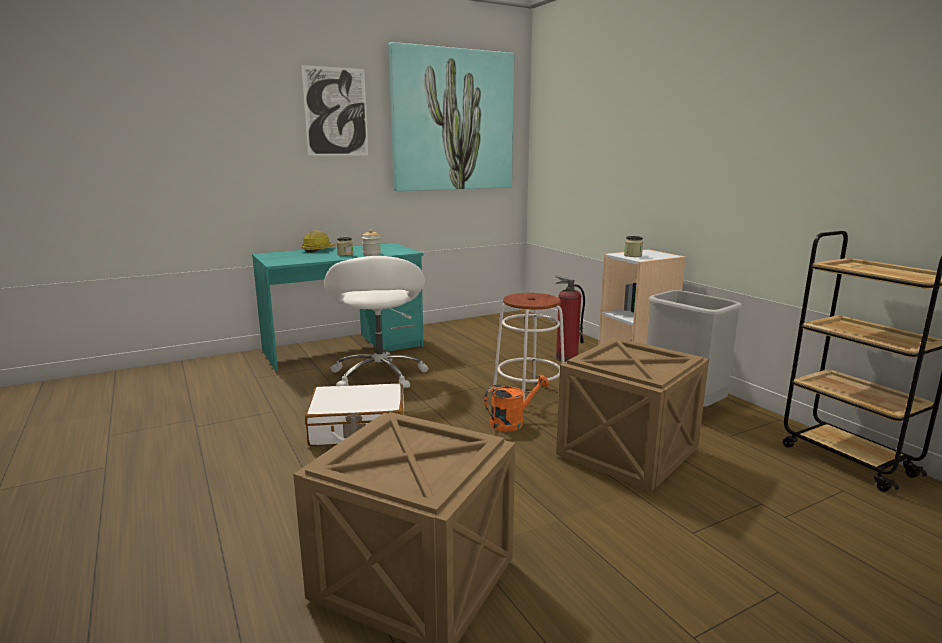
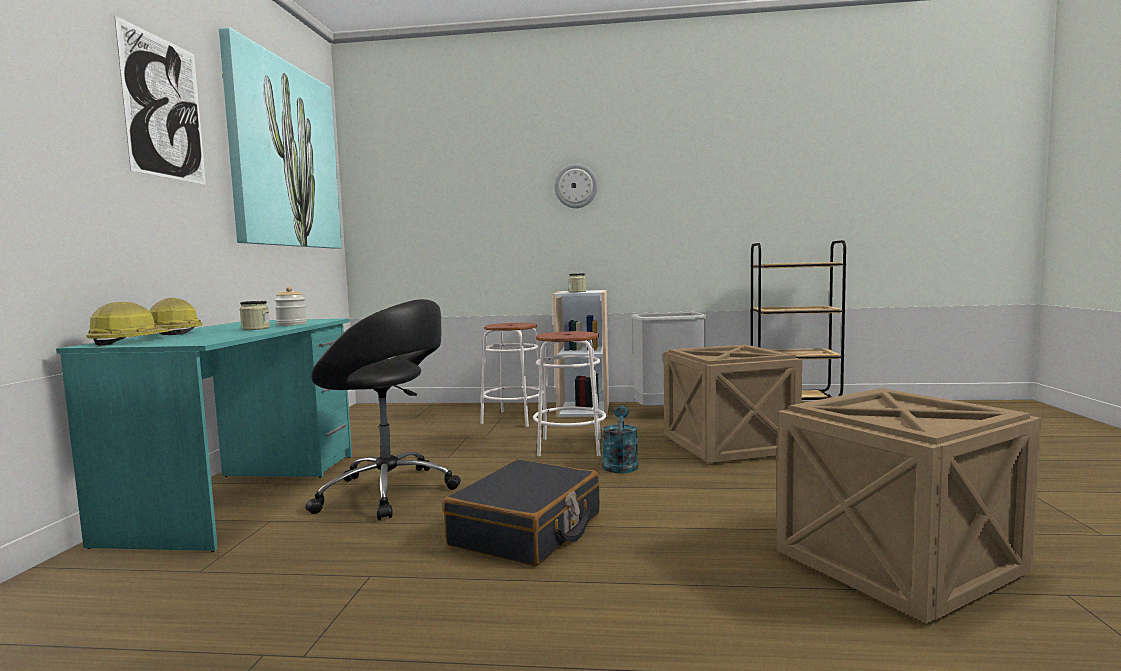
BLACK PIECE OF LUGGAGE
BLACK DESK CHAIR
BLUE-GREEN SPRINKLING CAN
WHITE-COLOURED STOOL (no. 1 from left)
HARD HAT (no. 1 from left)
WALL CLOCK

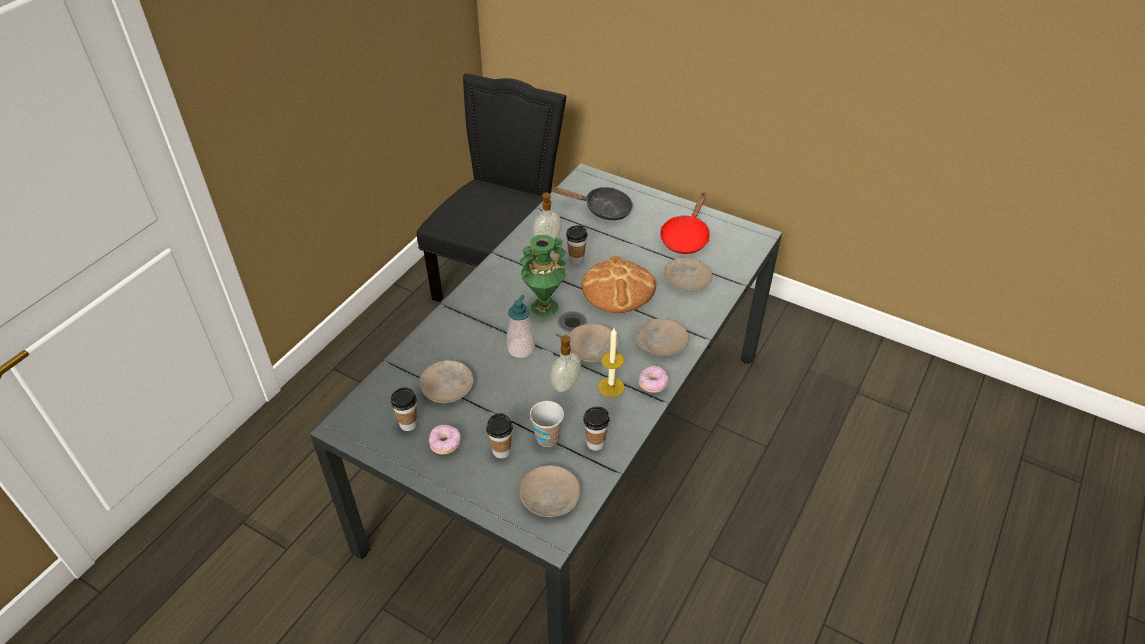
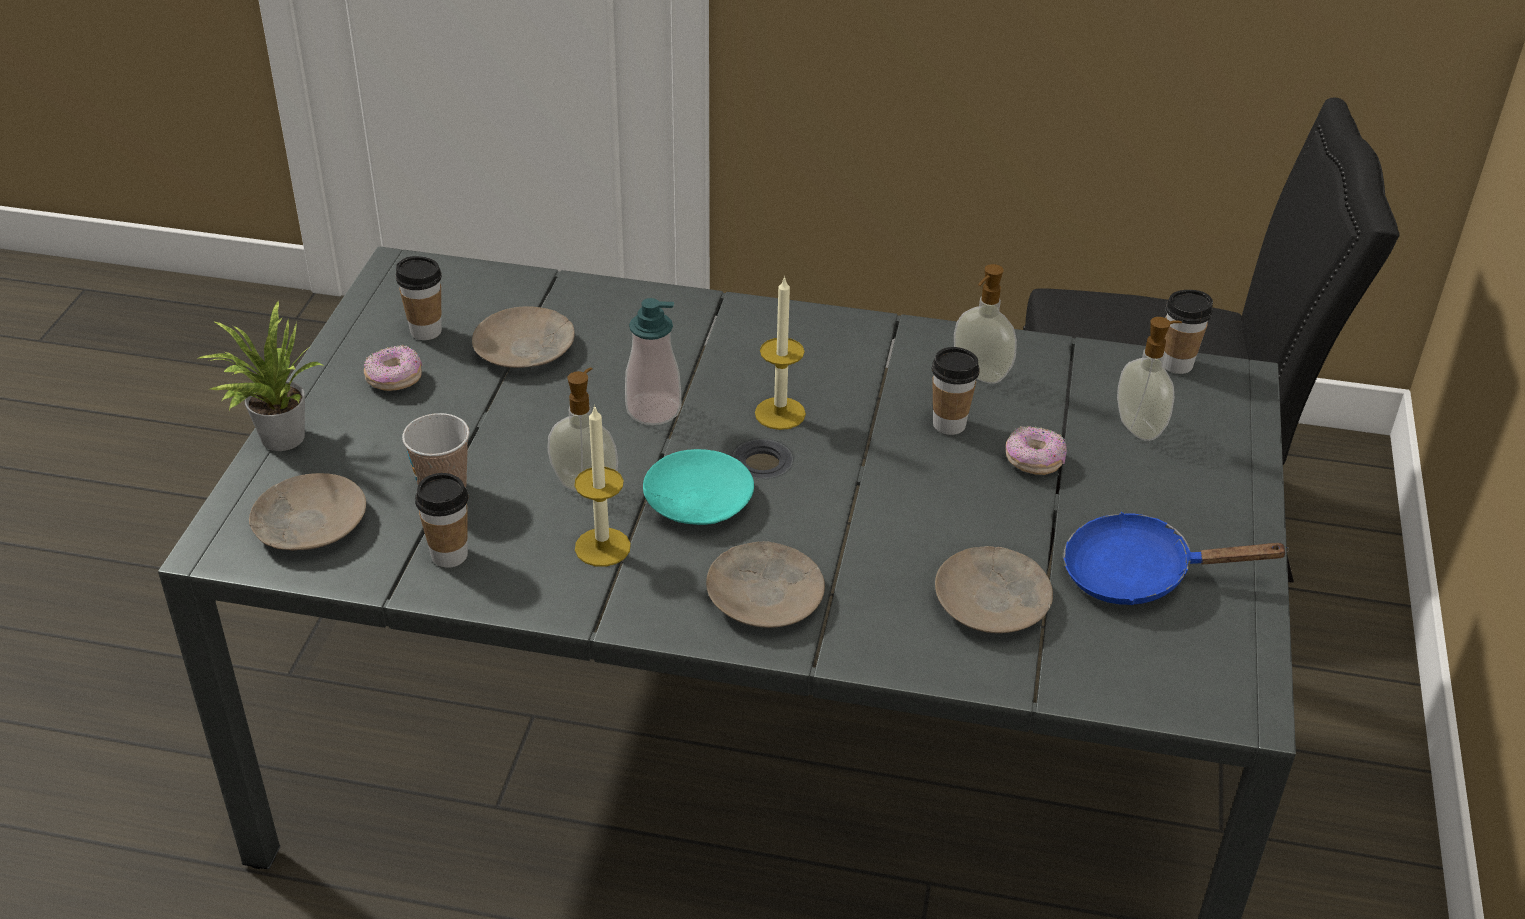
SMALL CUP (no. 5 from left)
CANDLE (no. 2 from left)
SOAP DISPENSER (no. 4 from left)
BLUE-GREEN FLAT DISH
BREAD
DONUT (no. 2 from left)
BLUISH FRYING PAN
POTTED PLANT

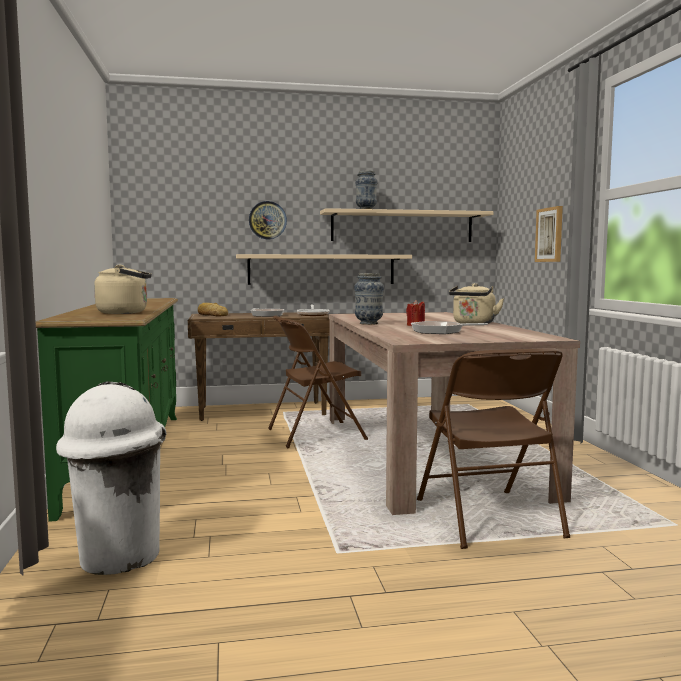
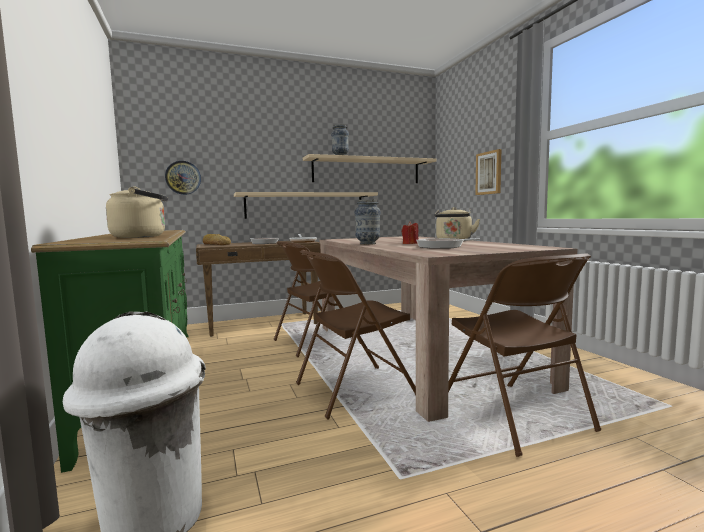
WALL CLOCK
BROWN-COLOURED UPRIGHT CHAIR (no. 2 from left)

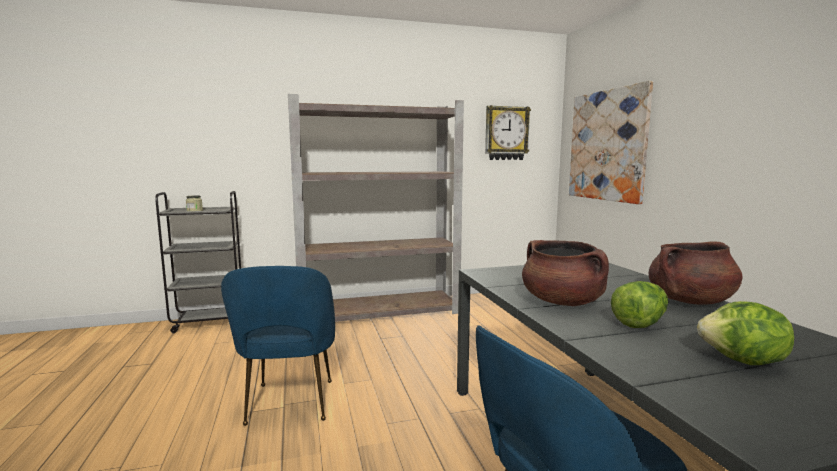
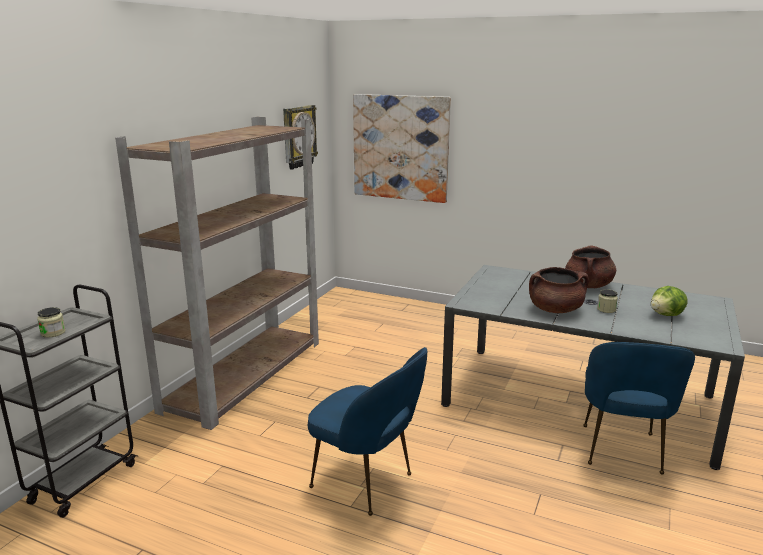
PRESERVE JAR (no. 2 from left)

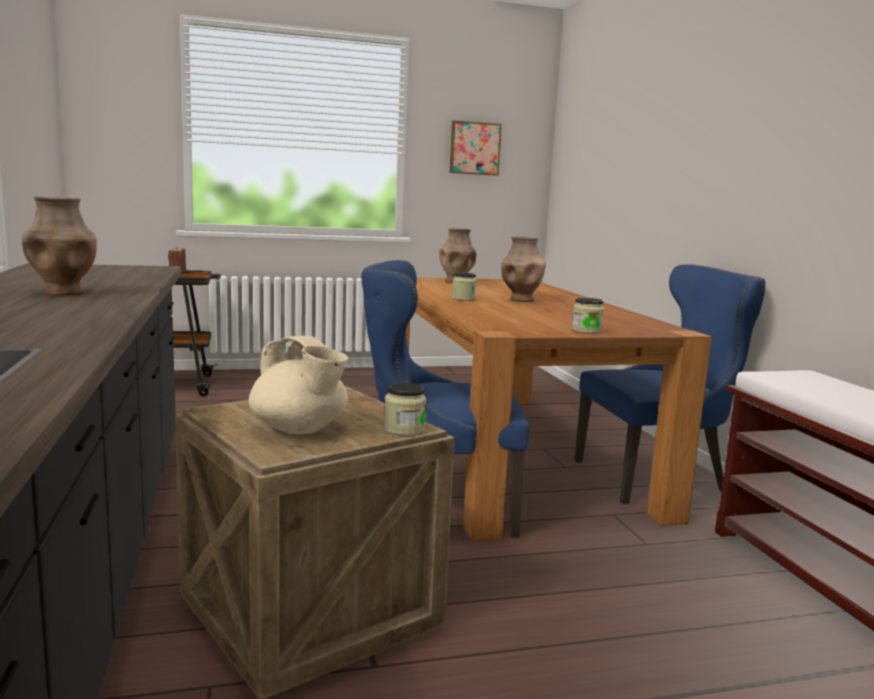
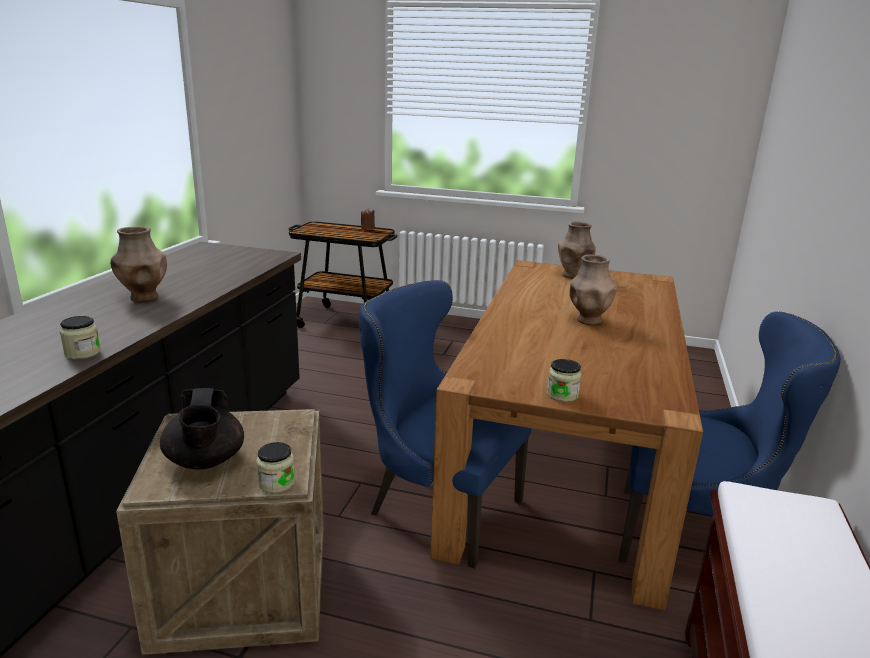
BLACK POT FOR TEA
WALL PICTURE
PRESERVE JAR (no. 1 from left)

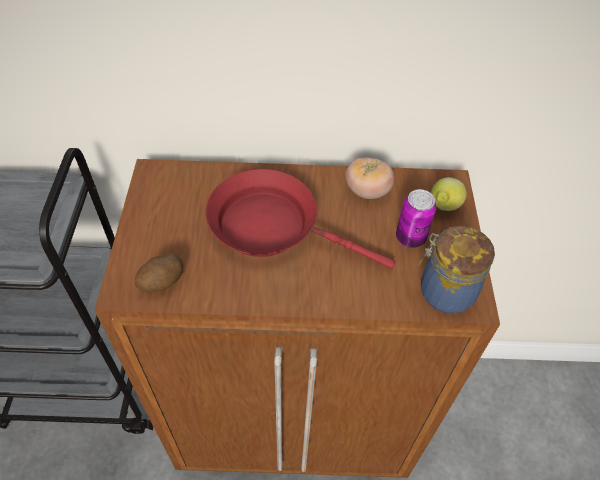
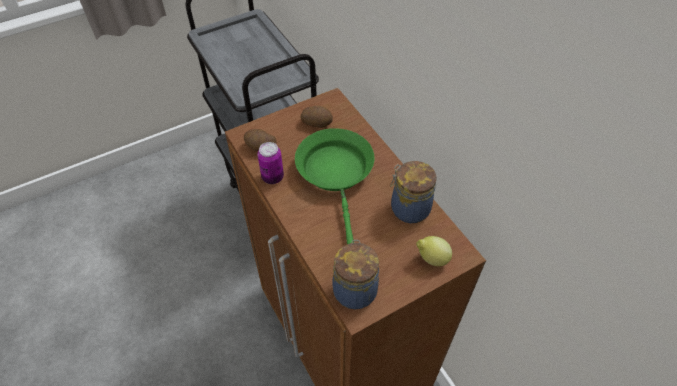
GREEN-COLOURED FRYING PAN
PRESERVE JAR (no. 2 from left)
METAL CAN
POTATO (no. 2 from left)

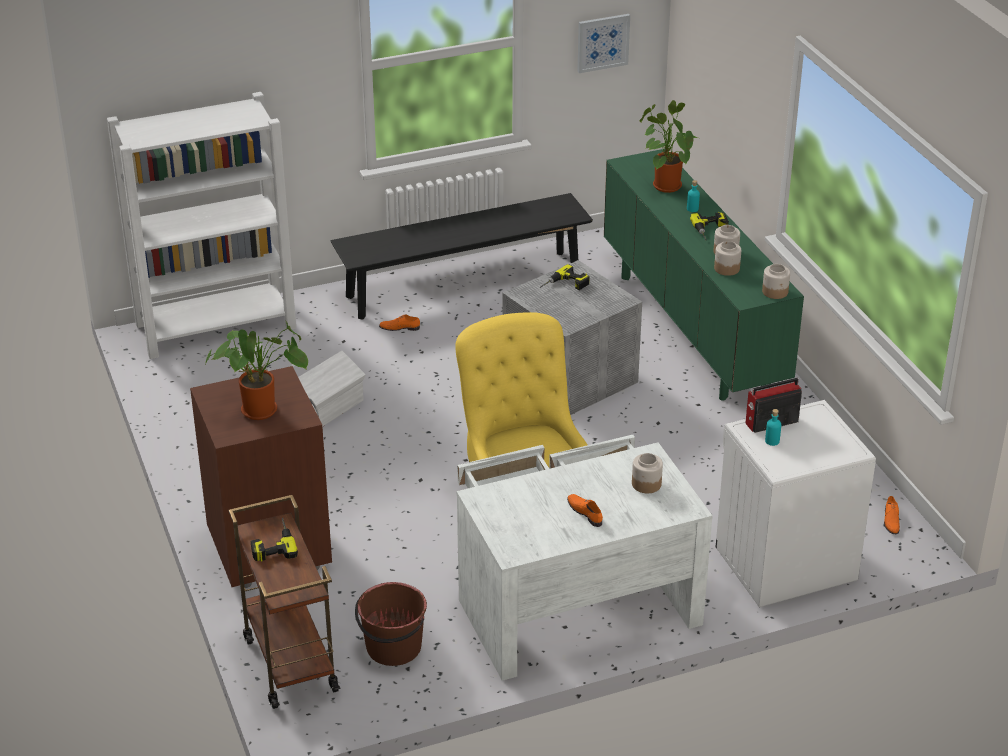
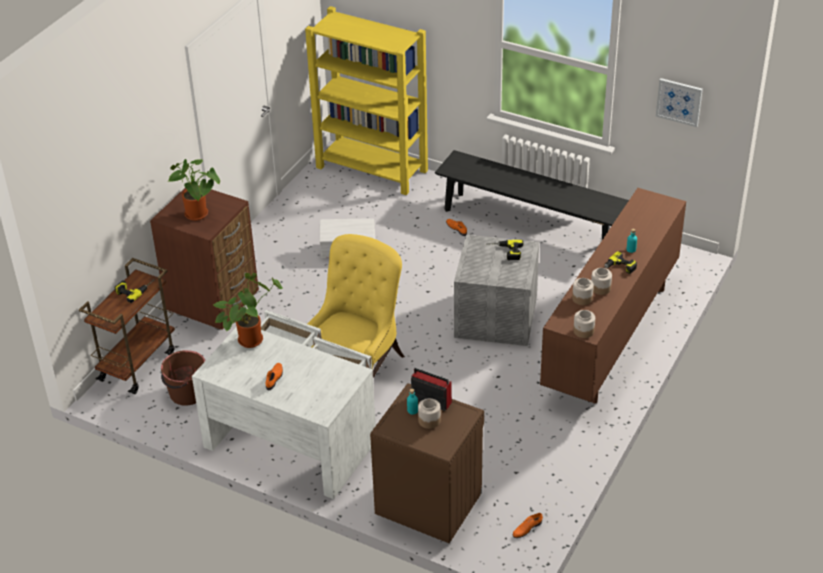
YELLOWISH SHELVING UNIT
BROWN-COLOURED CABINET
PRESERVE JAR (no. 1 from left)
POTTED PLANT (no. 2 from left)
BROWN-COLOURED WASHING MACHINE

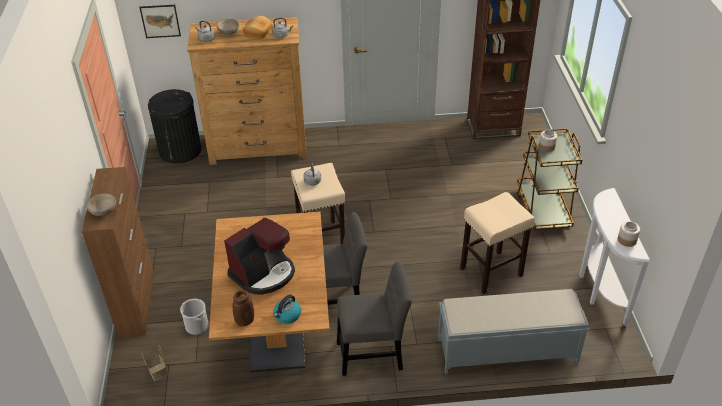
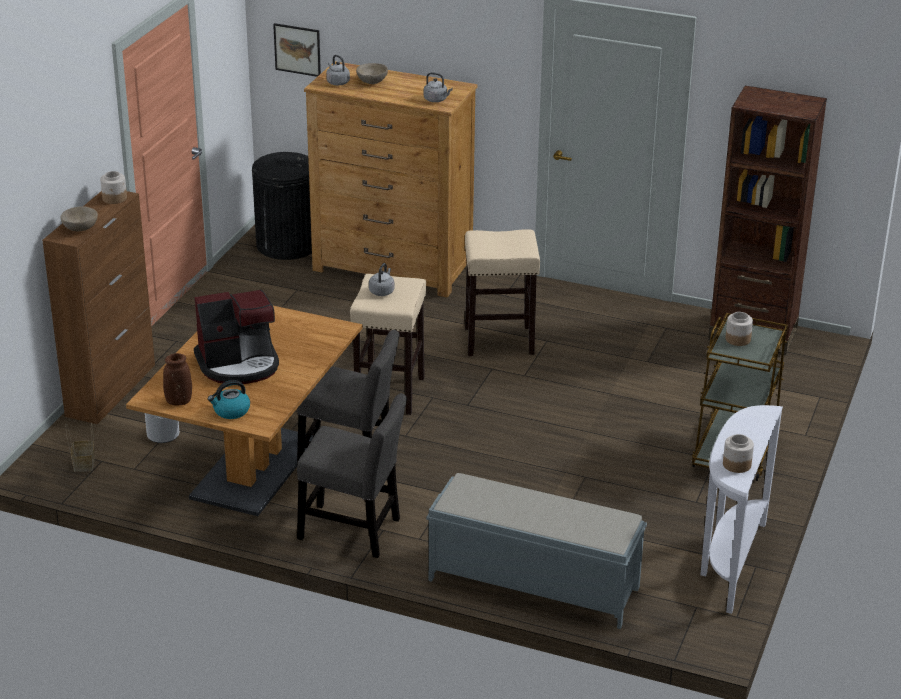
BREAD
SAND-COLOURED STOOL (no. 2 from left)
PRESERVE JAR (no. 1 from left)

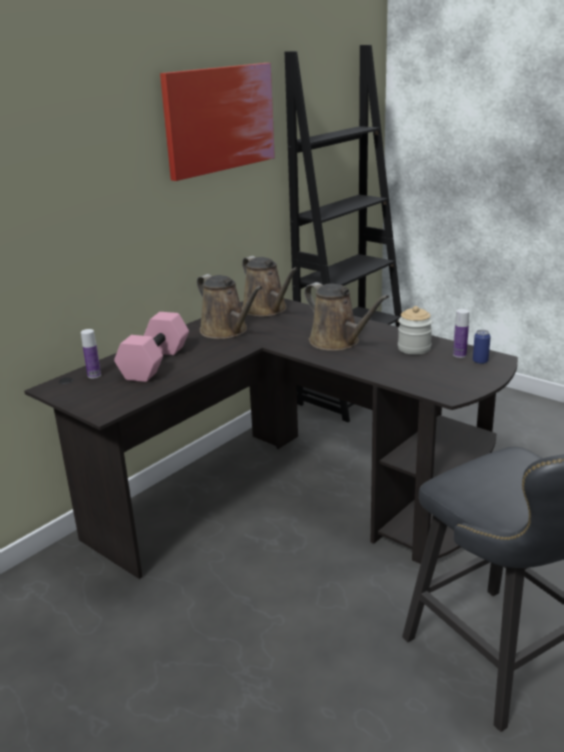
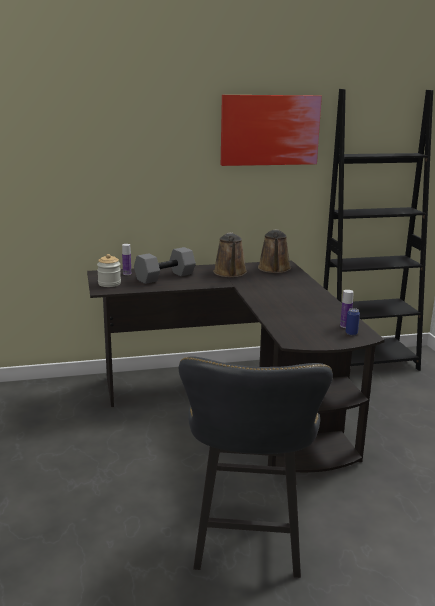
GREYISH HAND WEIGHT
BROWN-COLOURED SPRINKLING CAN (no. 3 from left in the first image)
PRESERVE JAR

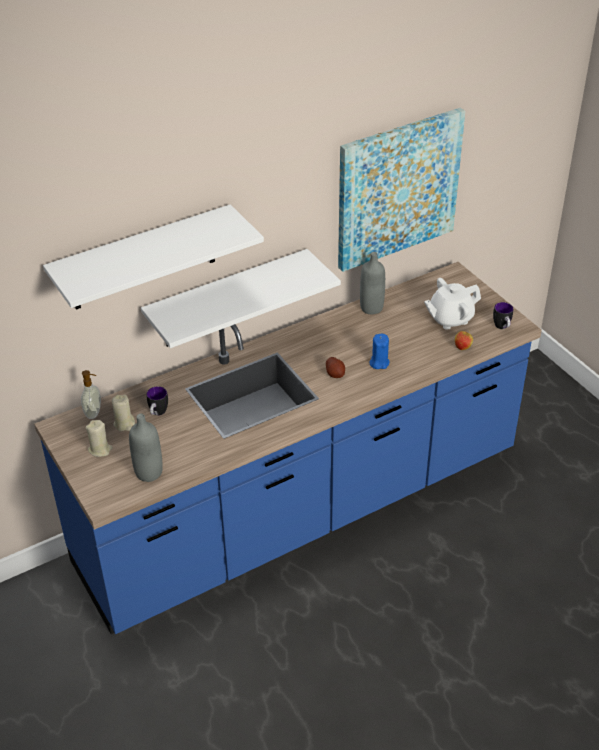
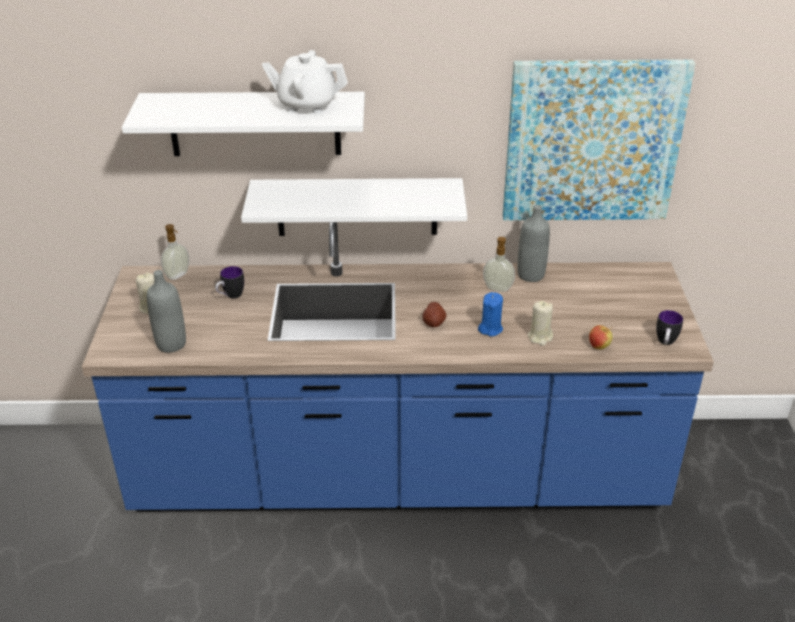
SAND-COLOURED CANDLE (no. 2 from left)
WHITE-COLOURED POT FOR TEA
SOAP DISPENSER (no. 2 from left)

